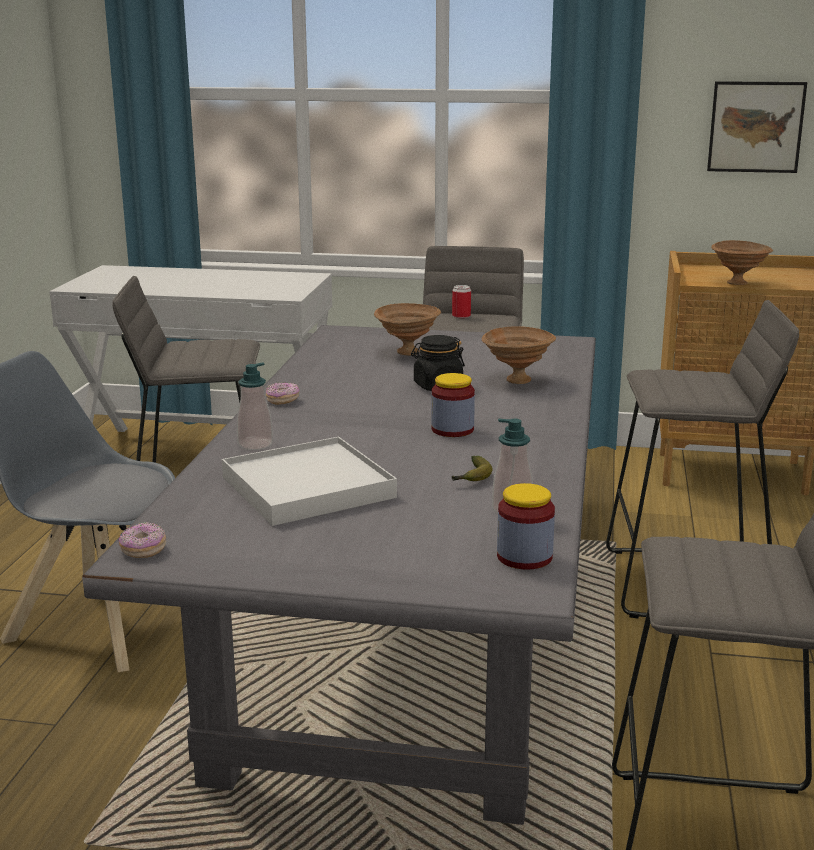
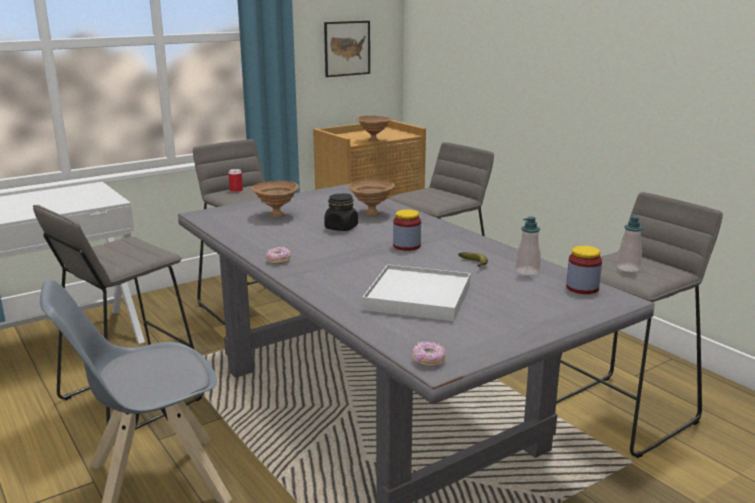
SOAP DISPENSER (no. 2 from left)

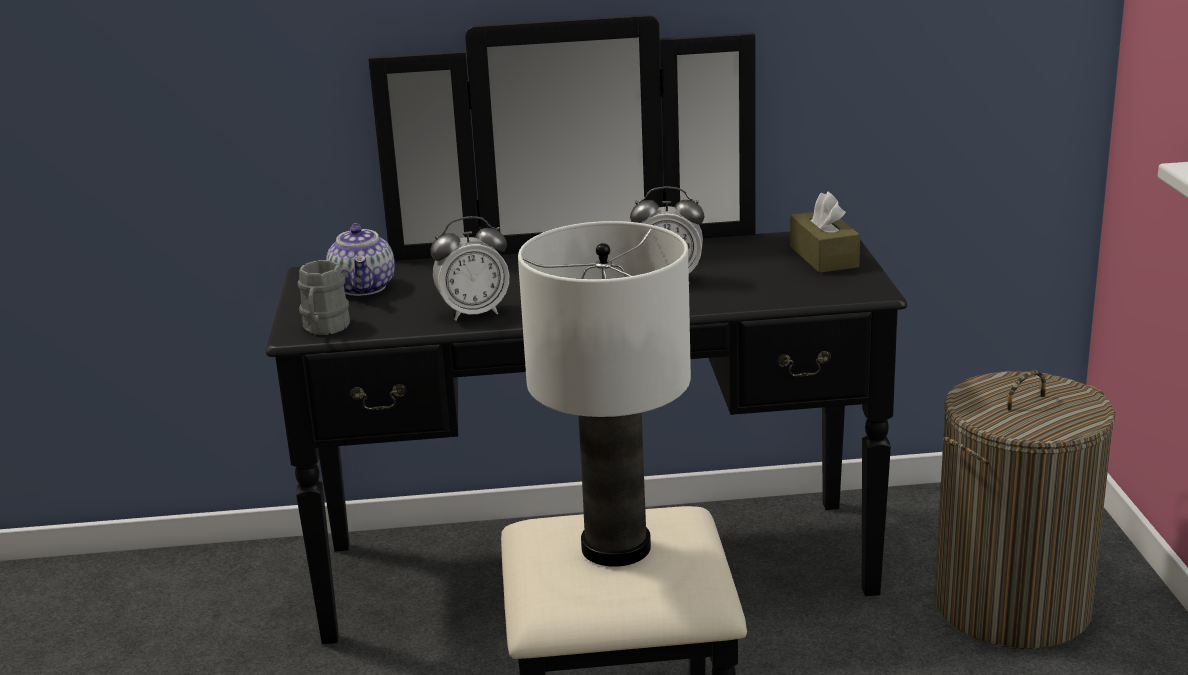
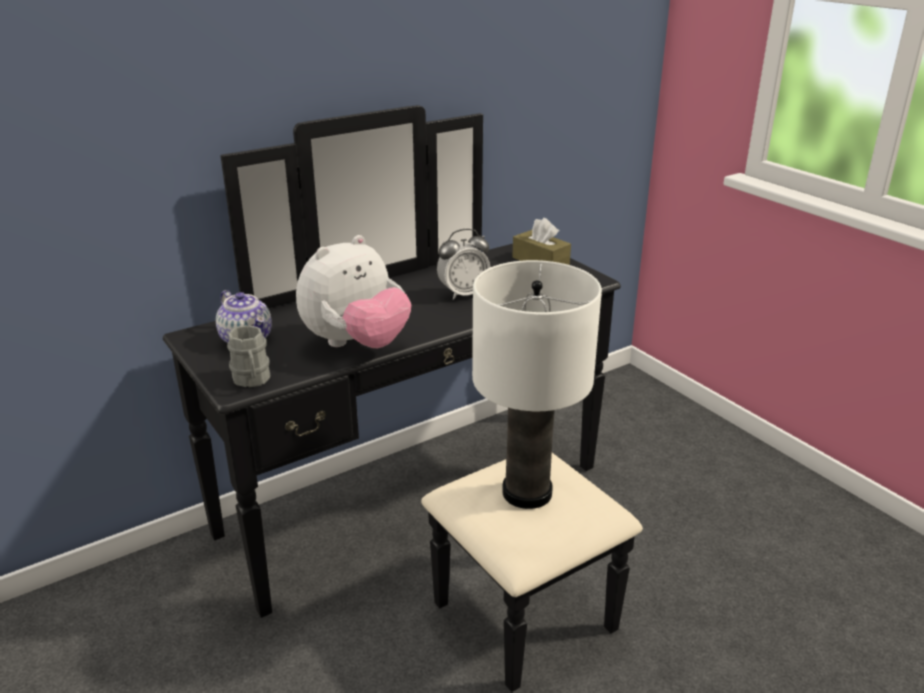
CUDDLY TOY
LAUNDRY BASKET

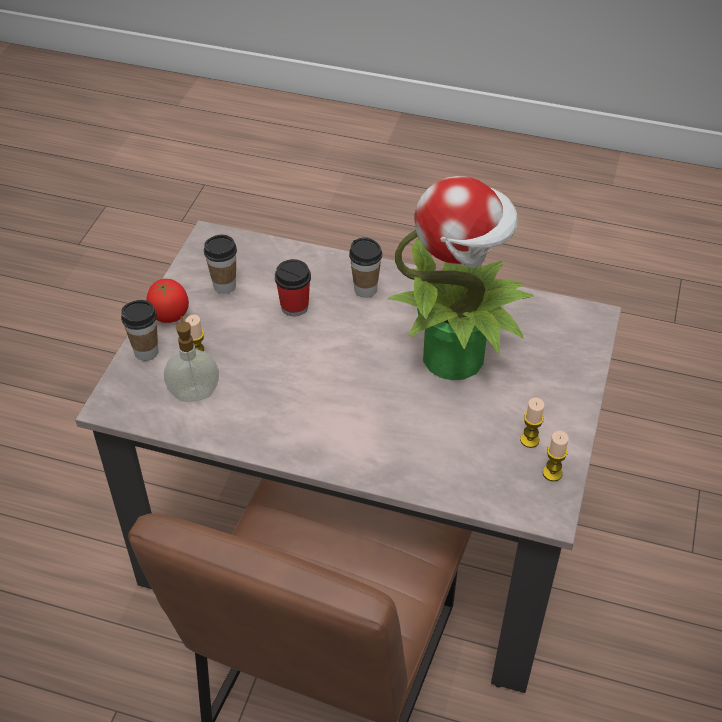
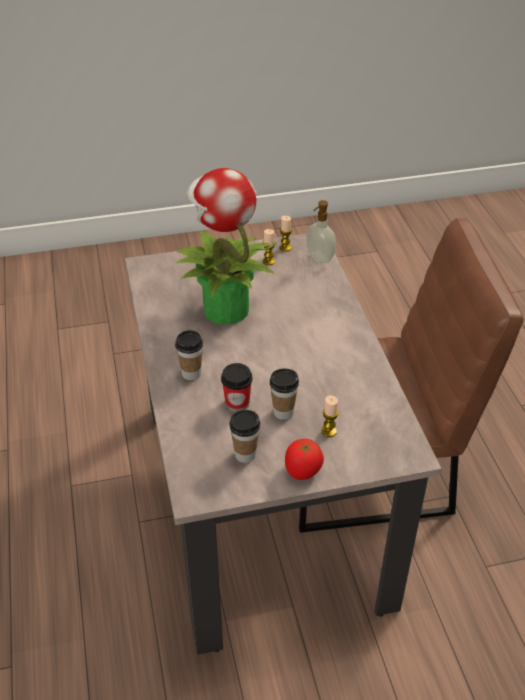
SMALL CUP (no. 4 from left)
SOAP DISPENSER

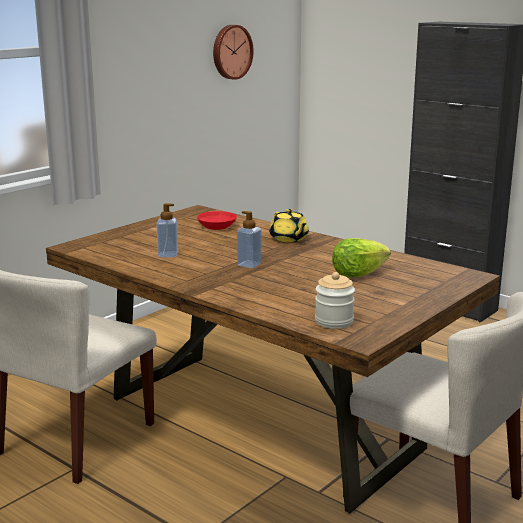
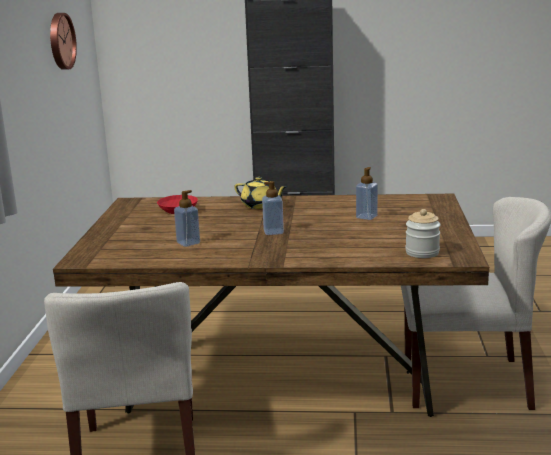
SOAP DISPENSER (no. 3 from left)

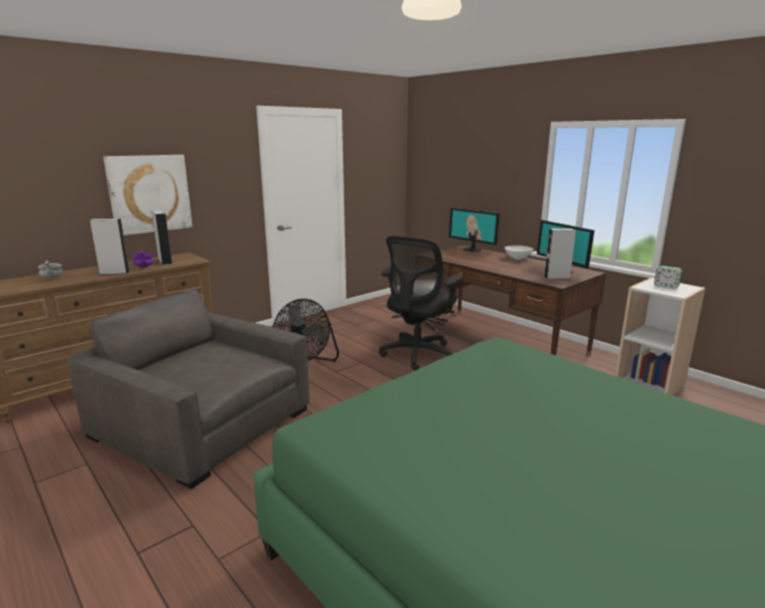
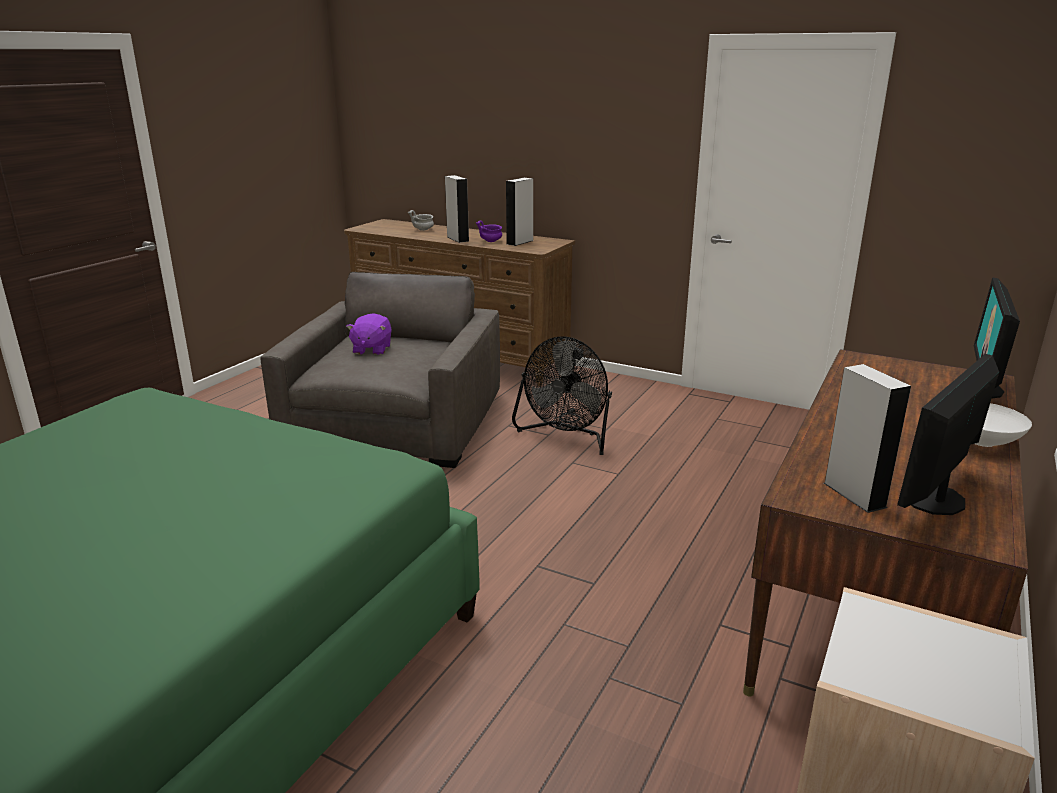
WALL PICTURE
BLACK DESK CHAIR
TABLE CLOCK
PURPLE-COLOURED CUDDLY TOY

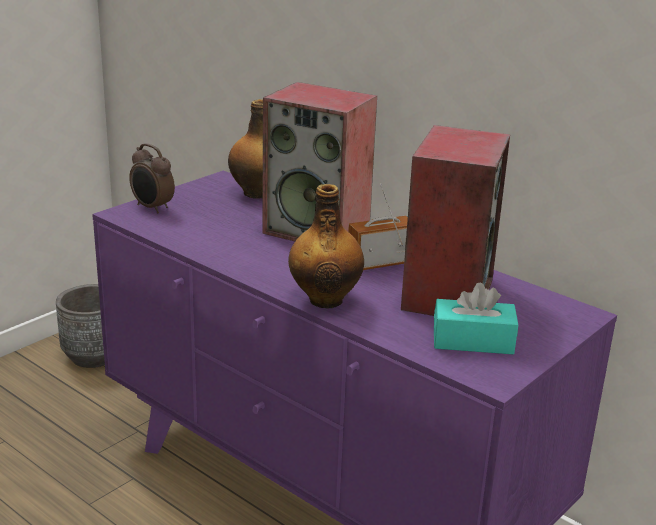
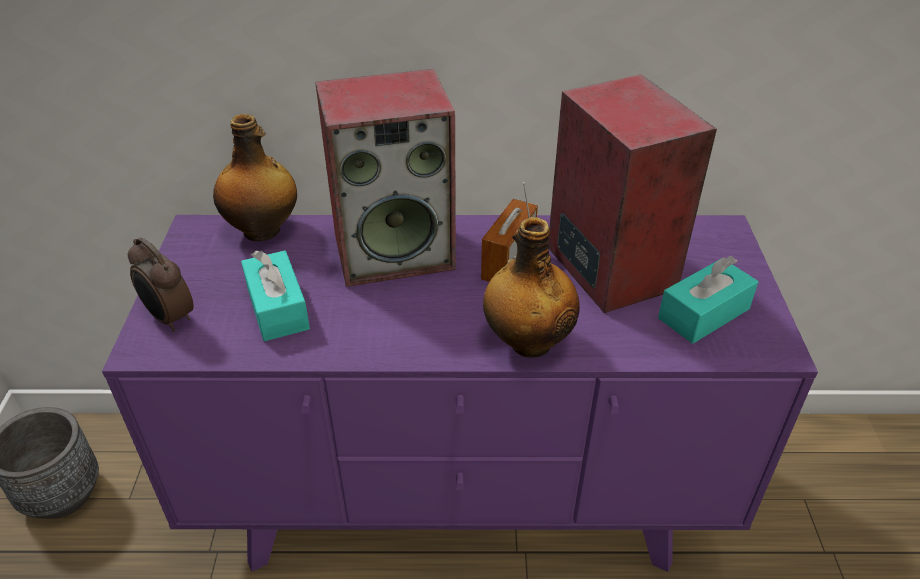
TABLE CLOCK
BLUE-GREEN TISSUE HOLDER (no. 1 from left)

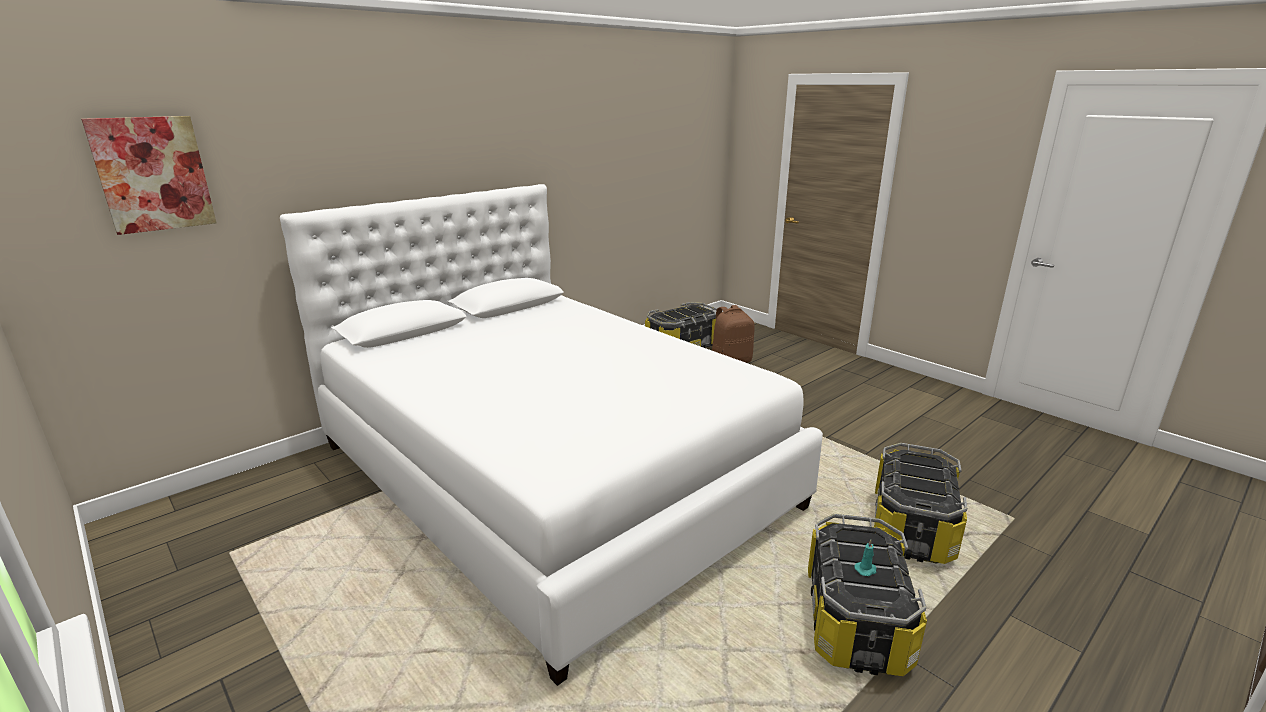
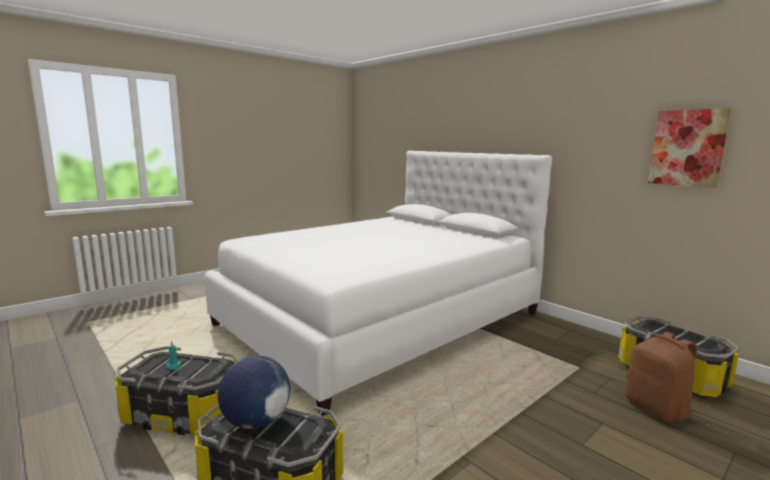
WALL PICTURE
GLOBE

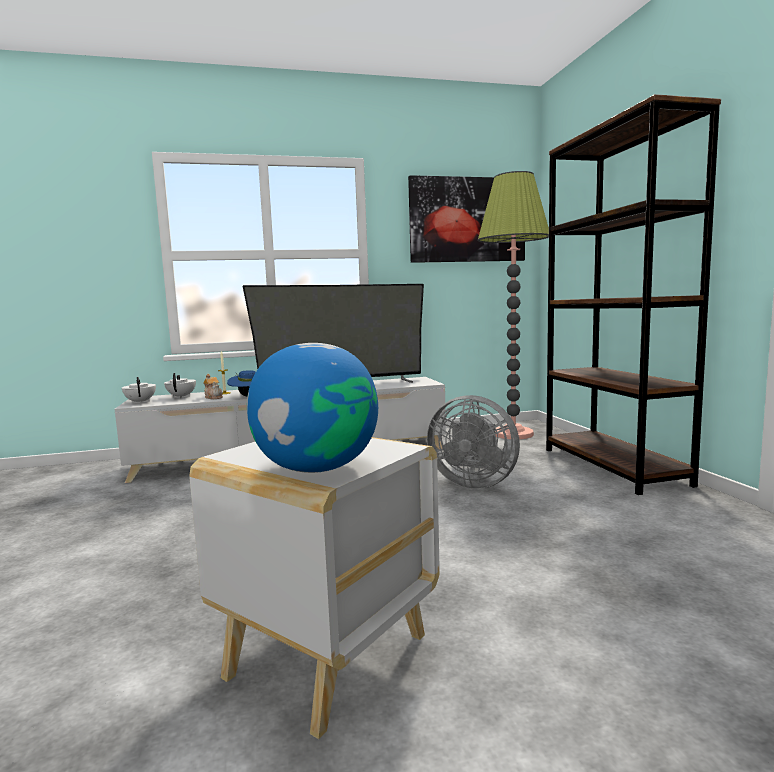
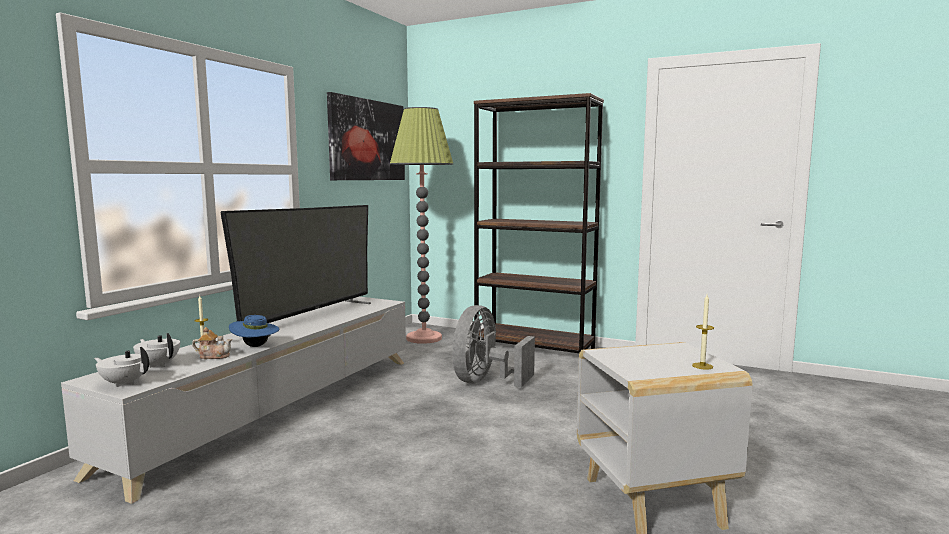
CANDLE (no. 2 from left)
GREYISH ELECTRIC FAN

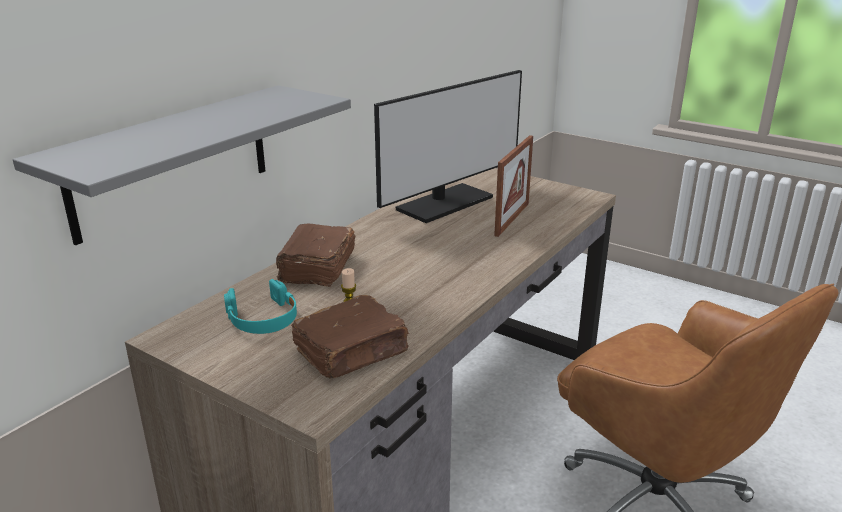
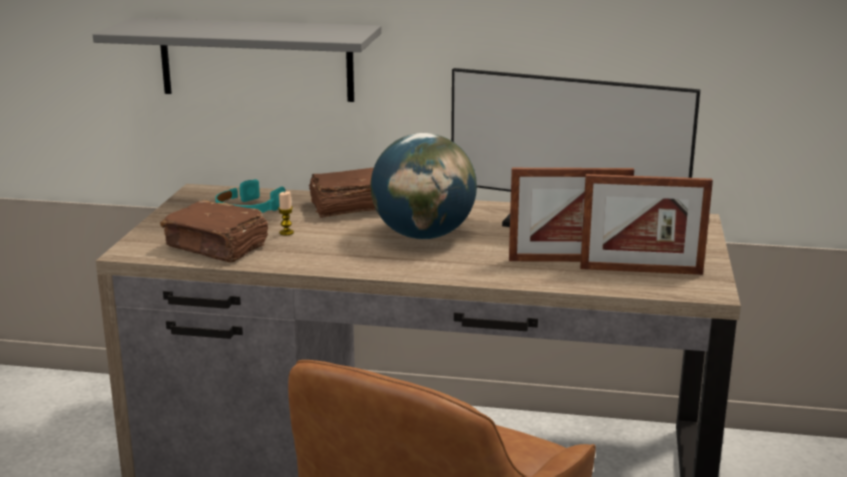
GLOBE
PICTURE FRAME (no. 2 from left)

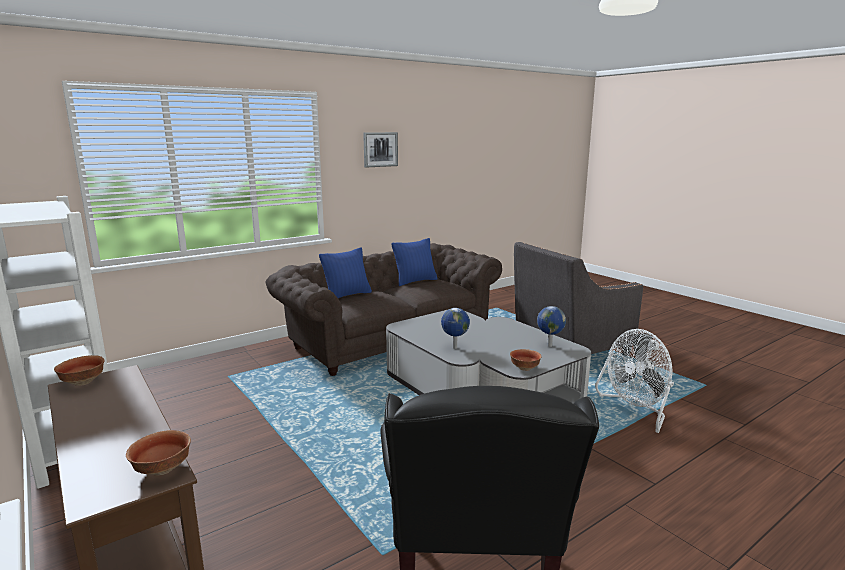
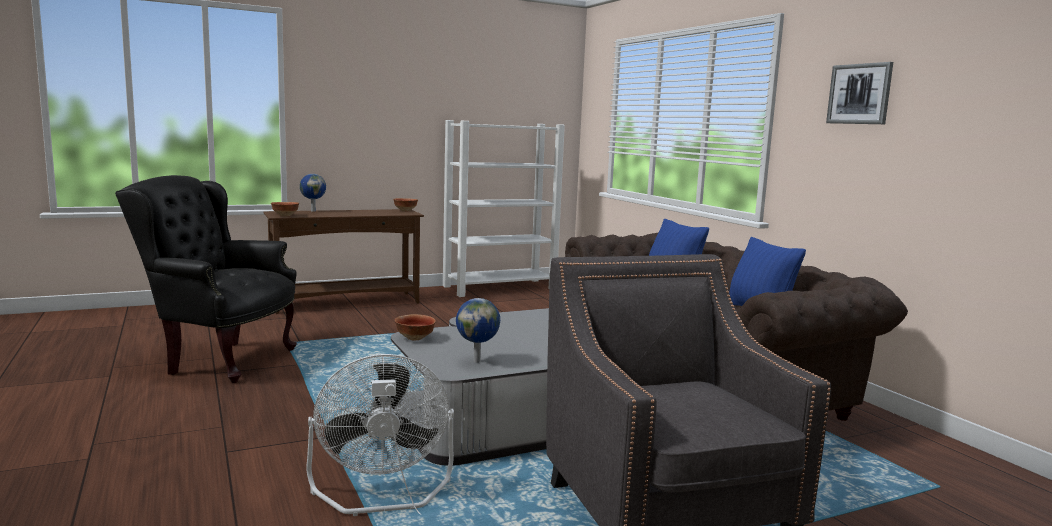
GLOBE (no. 1 from left)

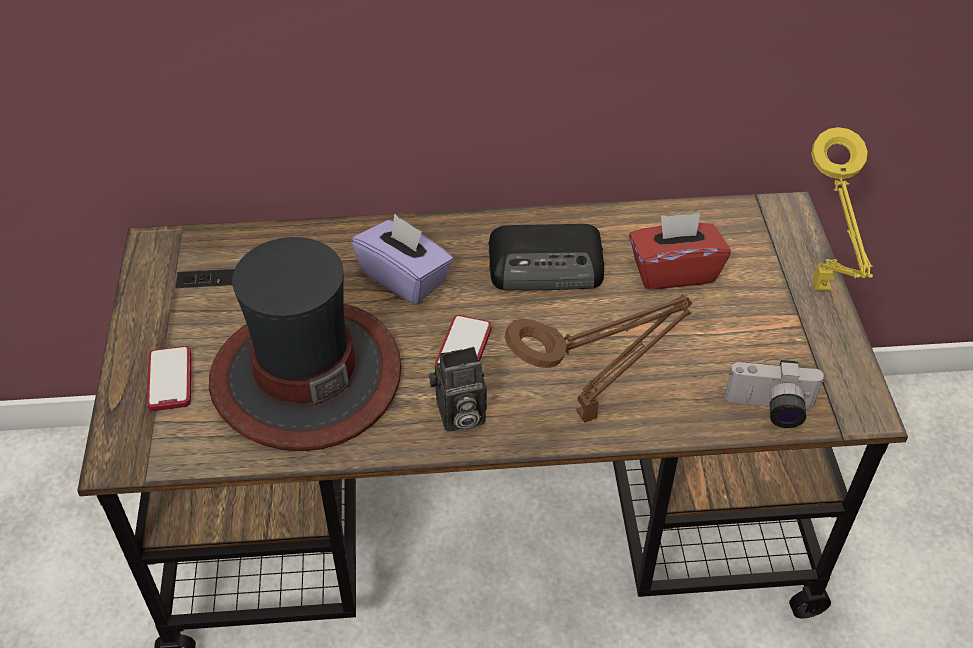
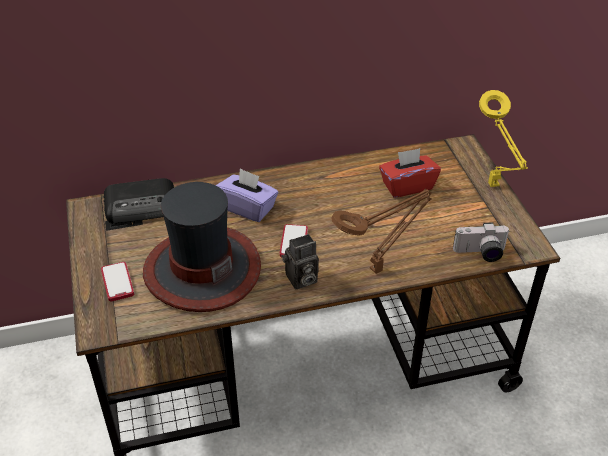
RADIO

